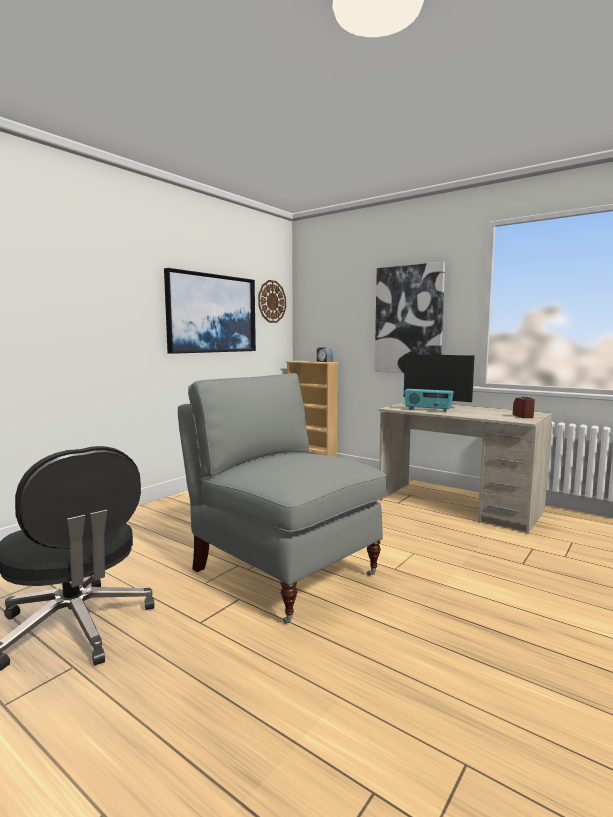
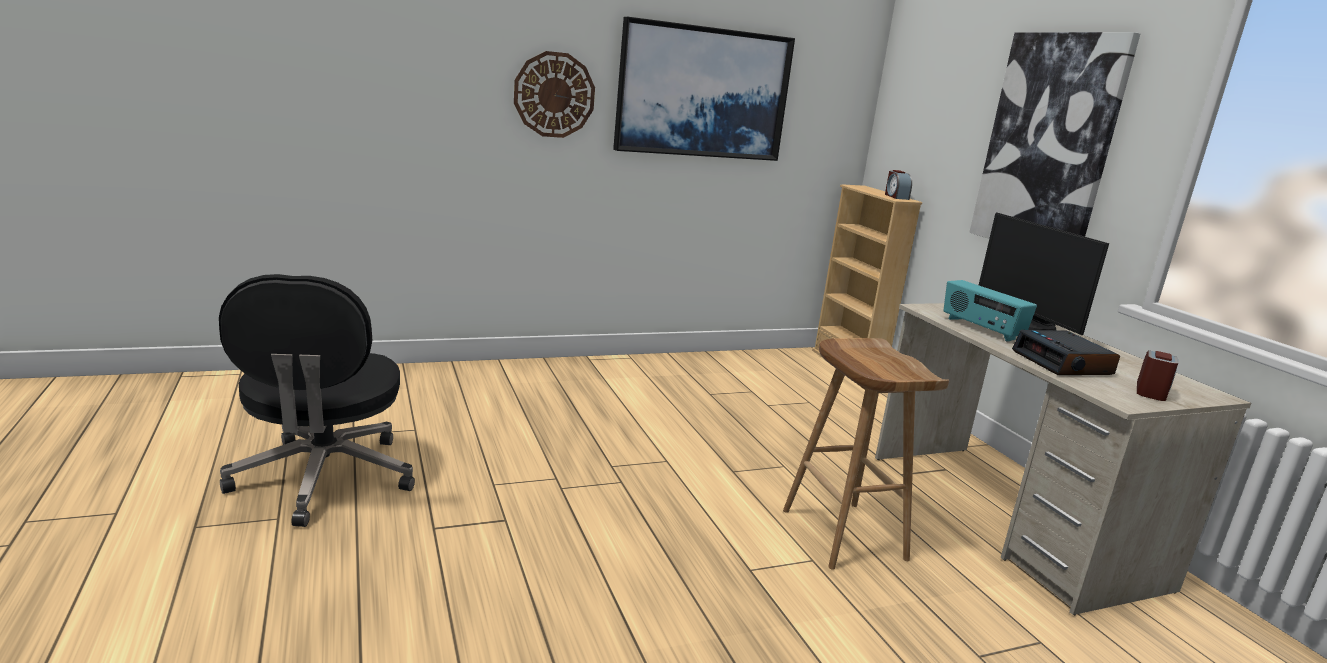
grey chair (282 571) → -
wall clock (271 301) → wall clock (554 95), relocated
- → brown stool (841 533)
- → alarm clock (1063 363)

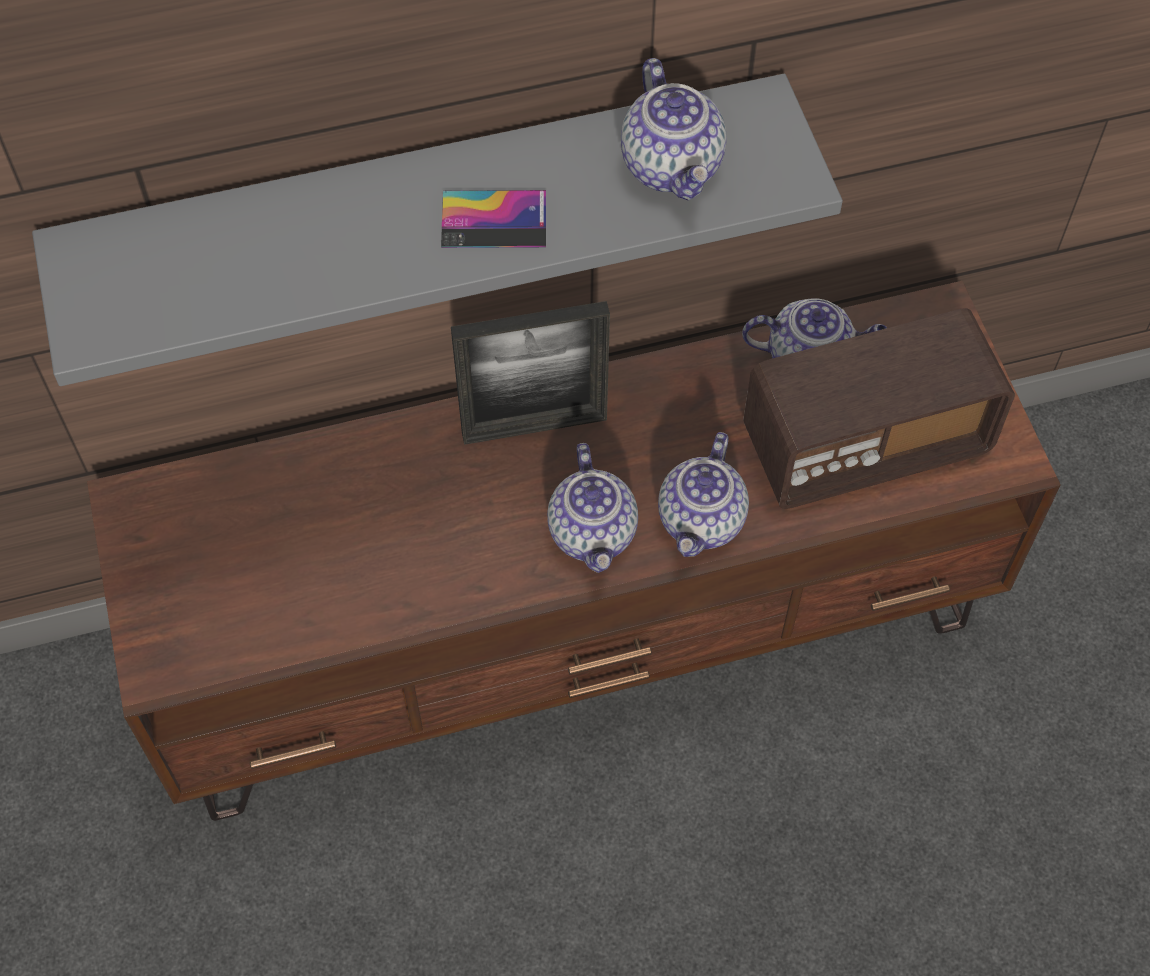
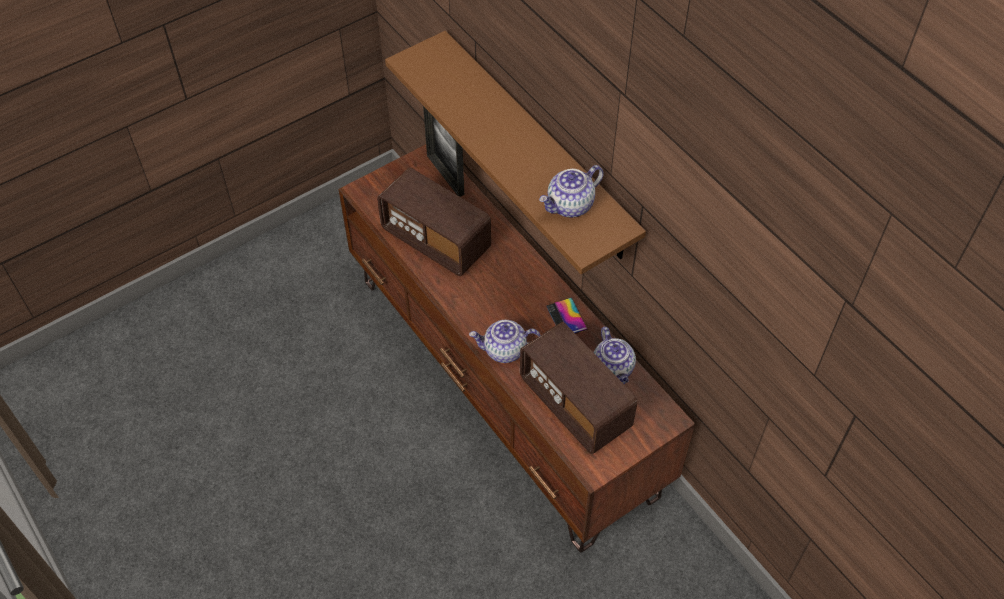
grey shelf (425 200) → brown shelf (538 147)
phone (494 220) → phone (566 318), relocated
picture frame (534 426) → picture frame (445 175), relocated
teapot (594 533) → -
- → radio (436 240)

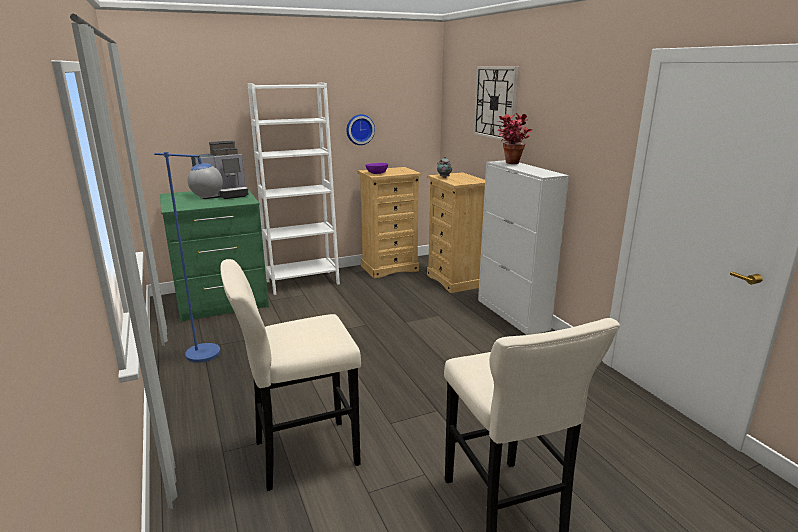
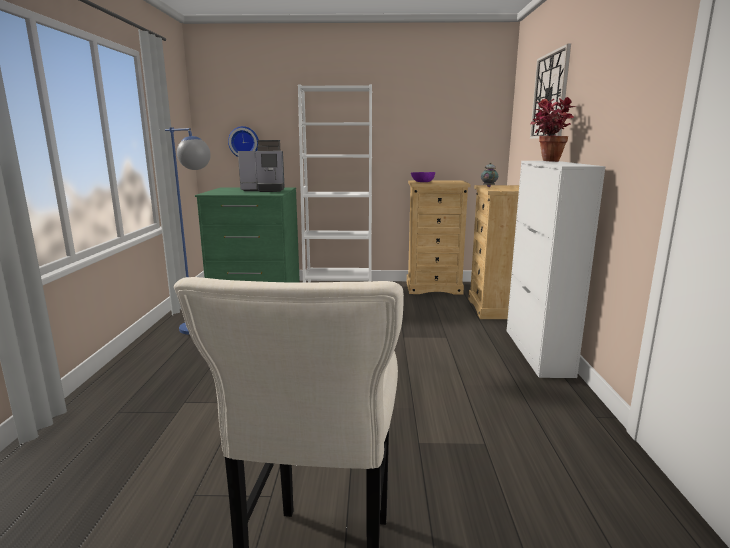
beige stool (300 454) → -
wall clock (359 129) → wall clock (244 142), relocated

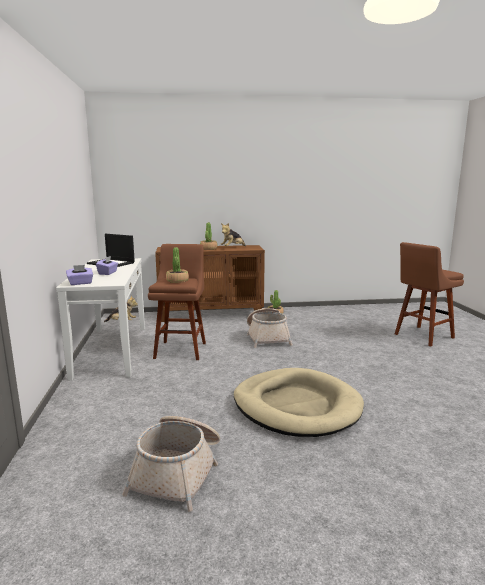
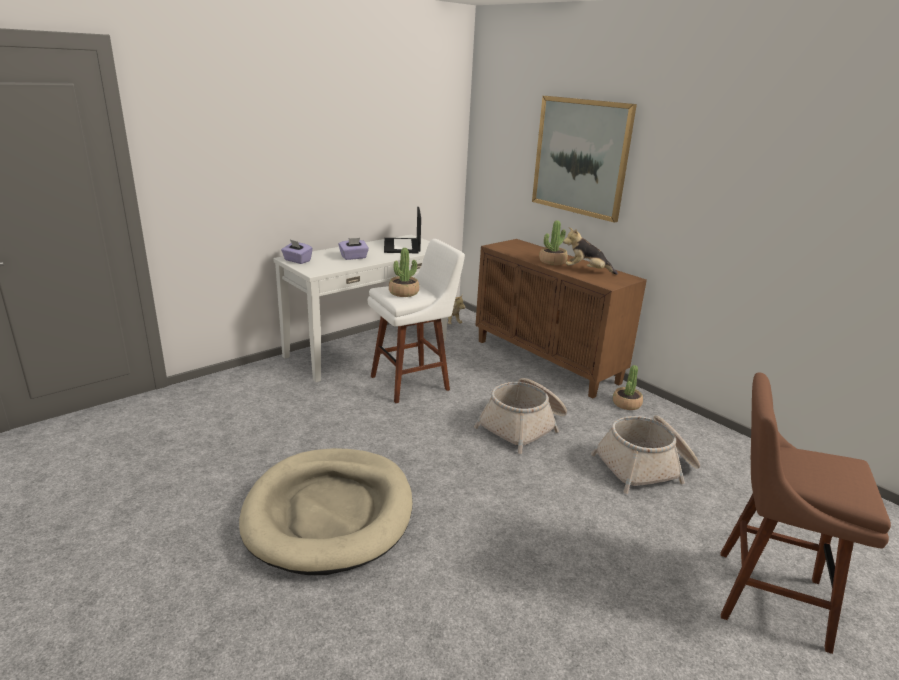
basket (178 471) → basket (646 467), relocated
brown stool (181 349) → white stool (413 382)
- → picture (581 157)

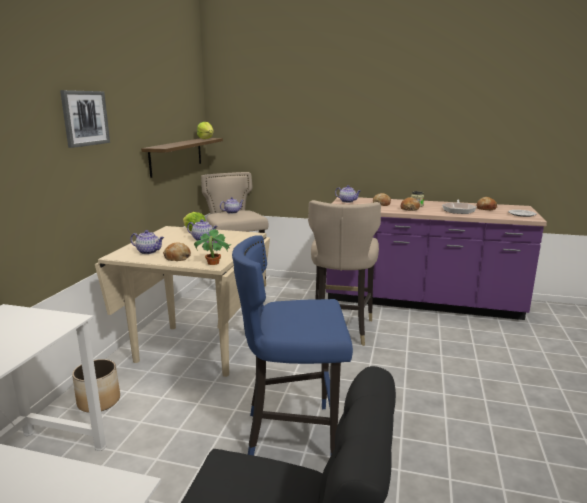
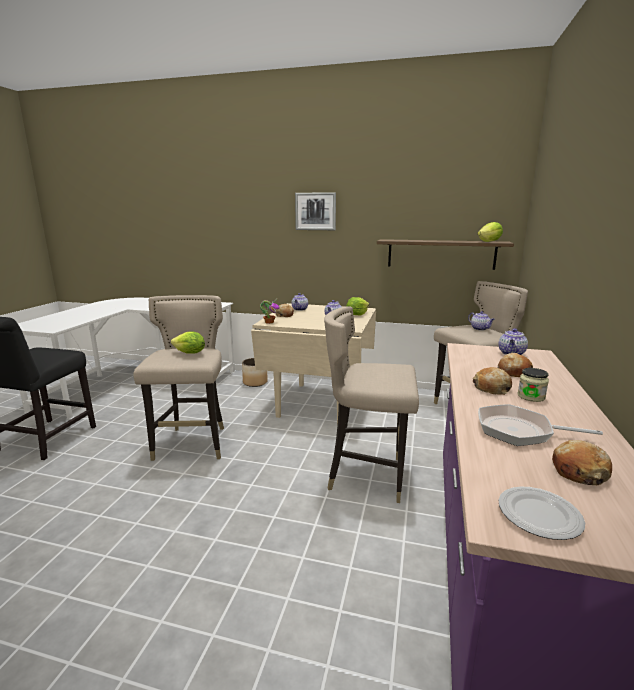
blue stool (293 434) → beige stool (193 444)
- → lettuce (190 353)

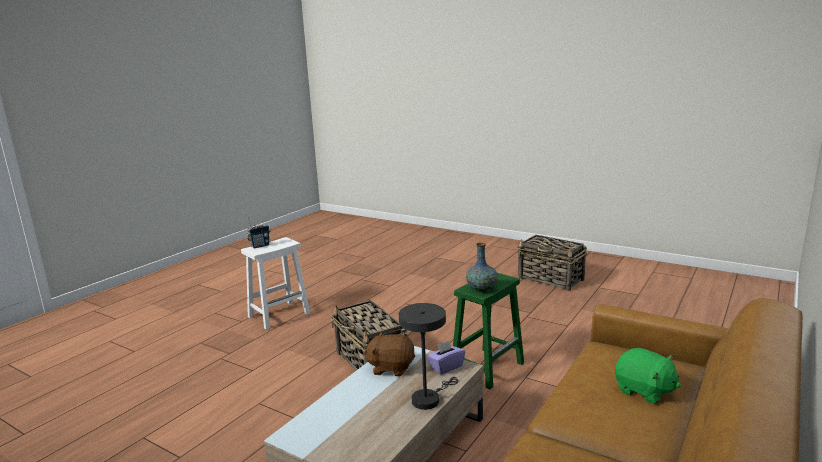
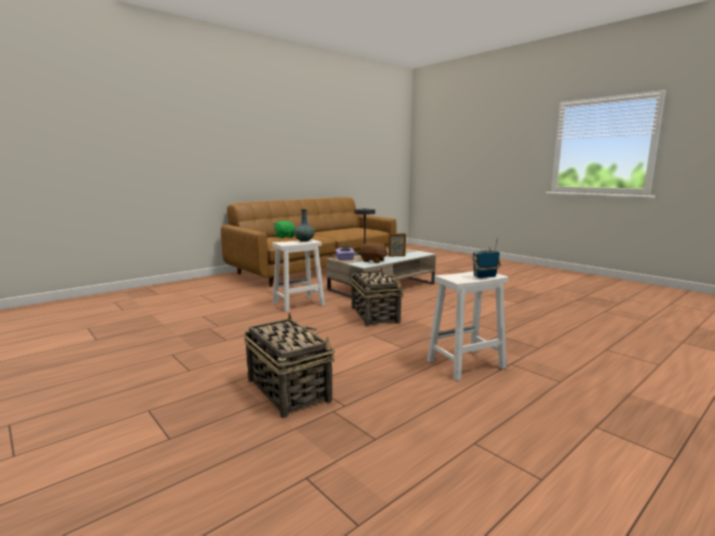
green stool (487 367) → white stool (298 304)
basket (551 279) → basket (288 389), relocated
- → picture frame (397 256)

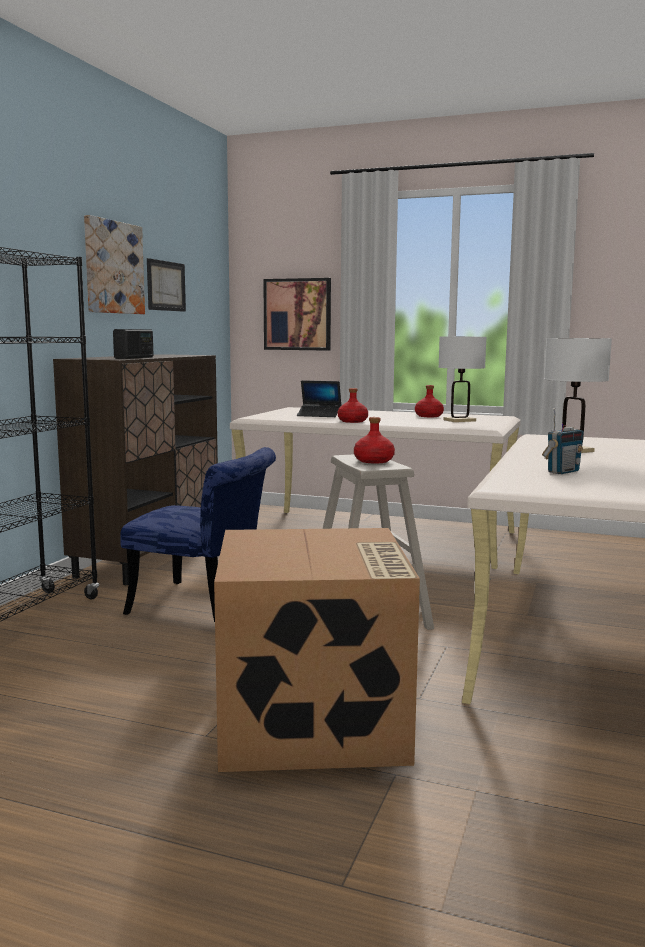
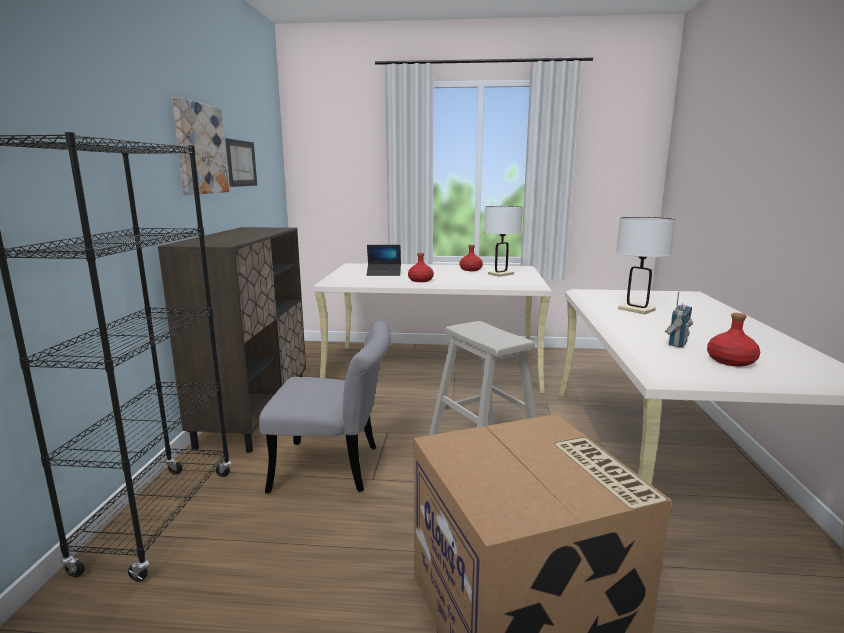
radio (134 358) → -
blue chair (205 605) → grey chair (336 468)
picture (297 314) → -
red bottle (373 461) → red bottle (730 361), relocated

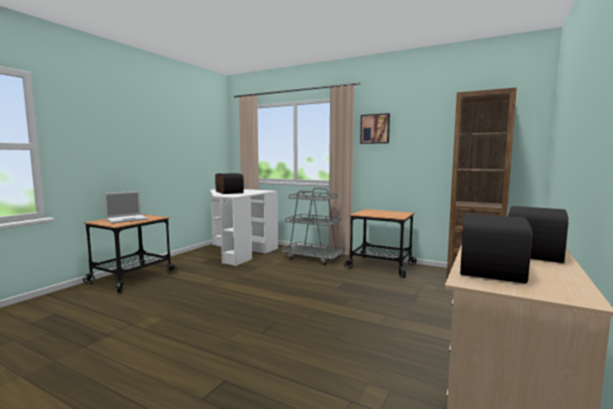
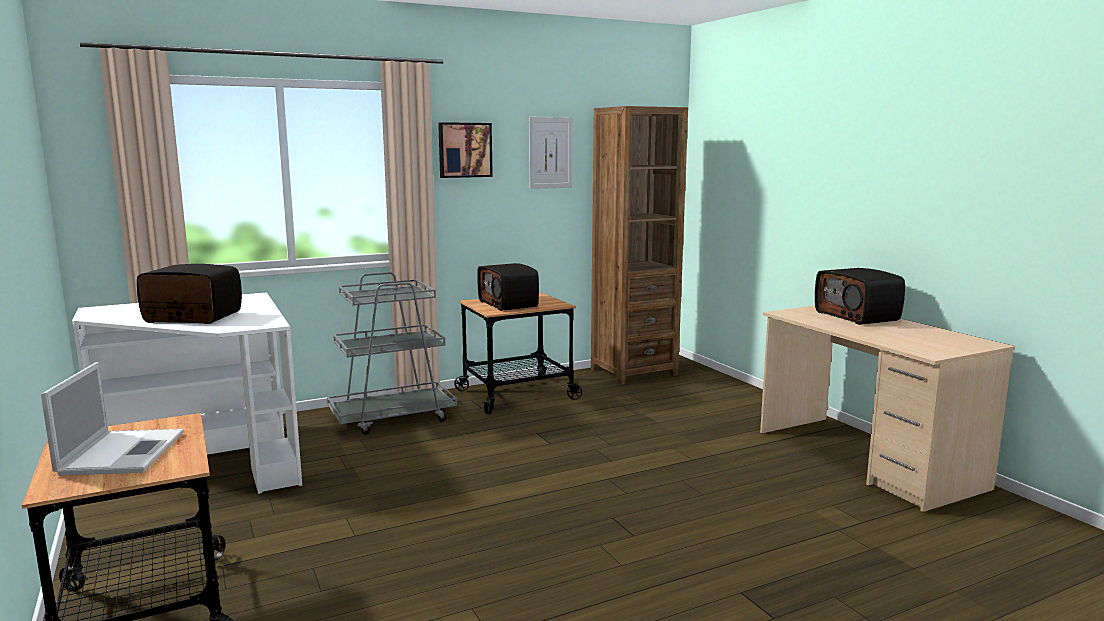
radio (493 269) → radio (509 304), relocated
- → picture (550 153)

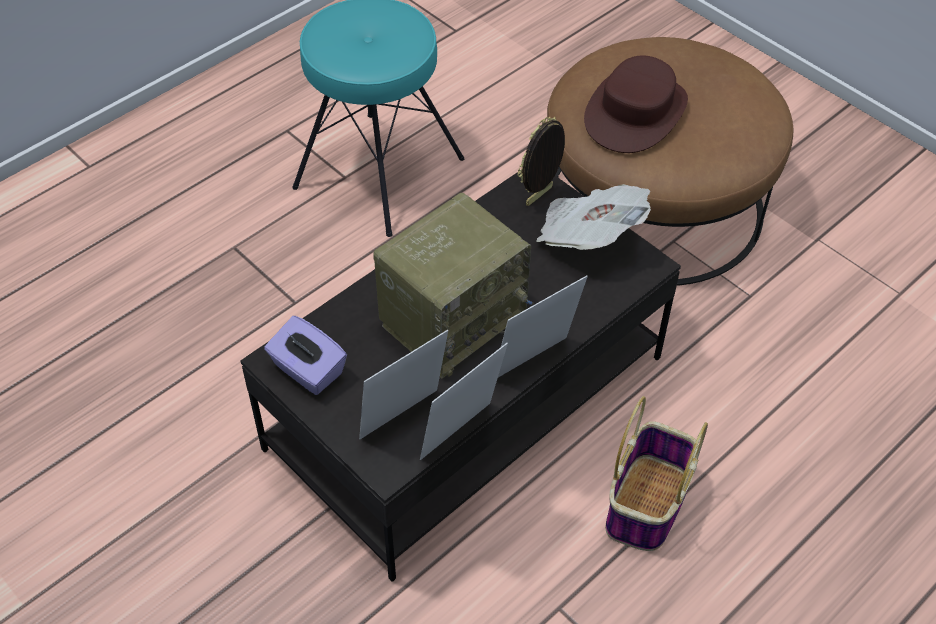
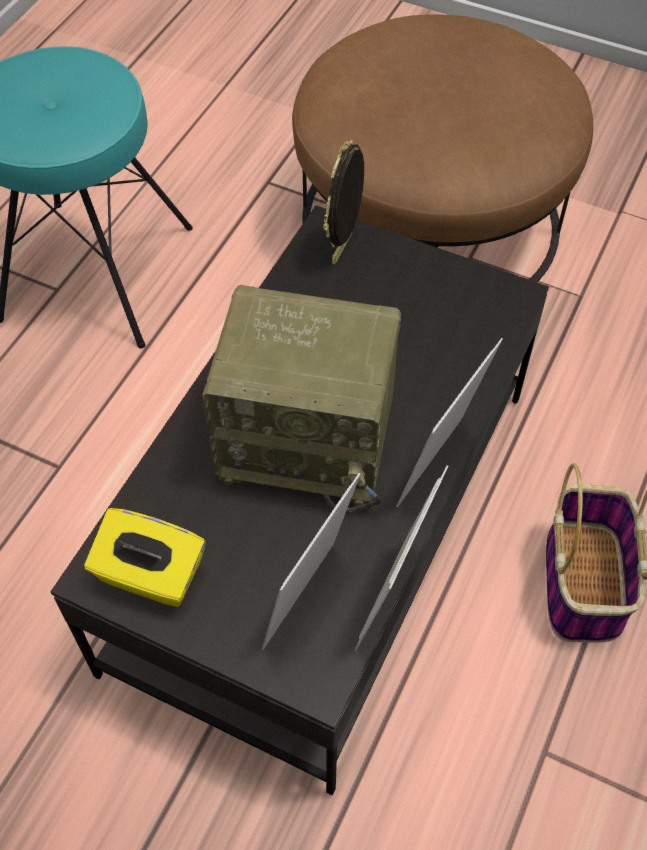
purple tissue box (307 371) → yellow tissue box (150 575)
radio (453 319) → radio (310 440), 75 degrees clockwise
newspaper (589 235) → -
brown hat (636 113) → -

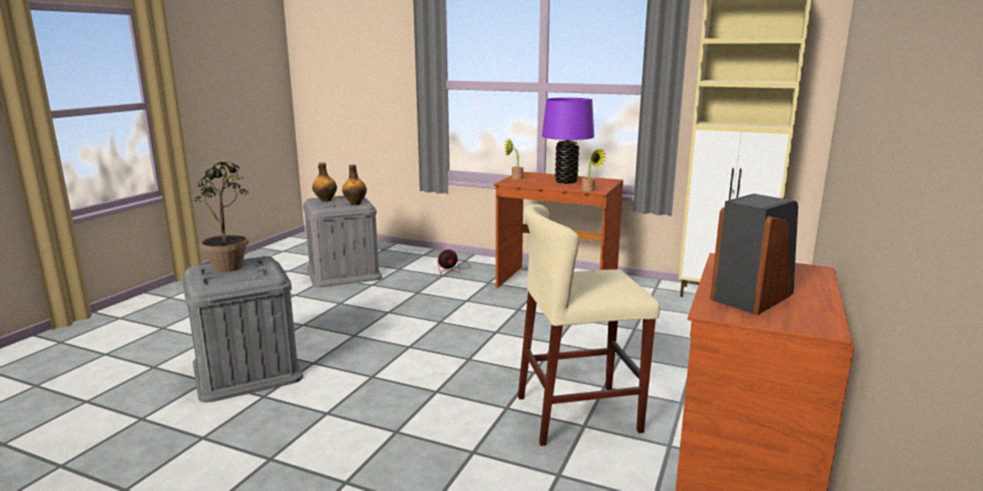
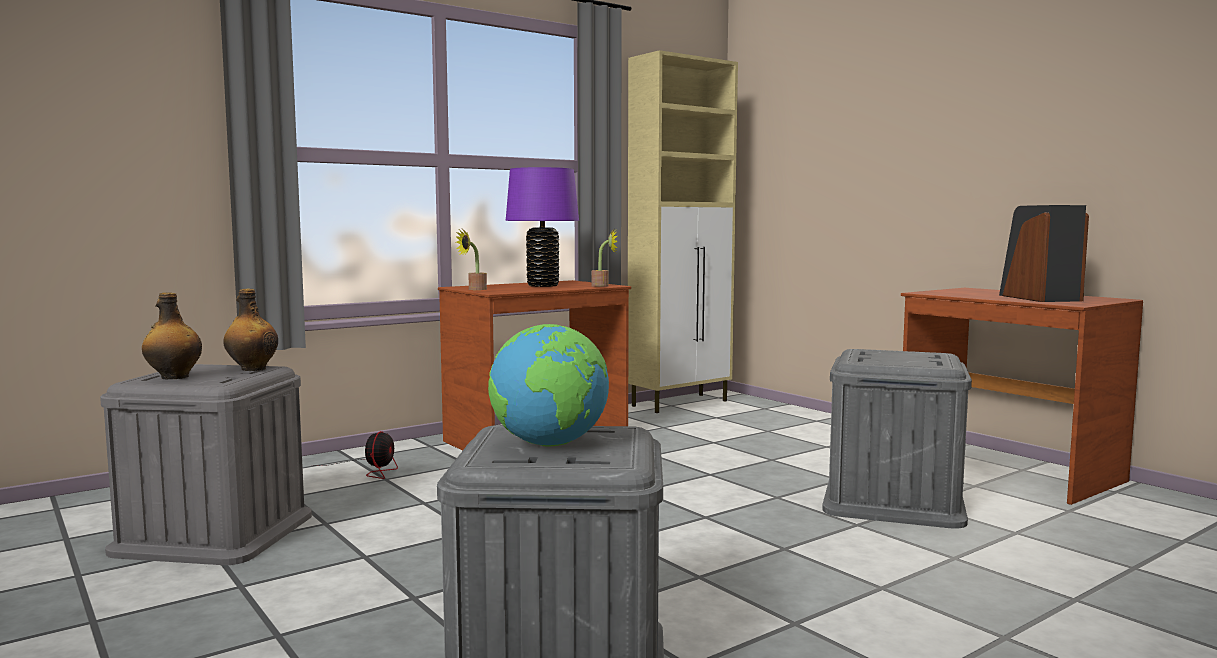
potted plant (231 270) → globe (550 444)
beige stool (578 414) → grey storage box (893 500)

